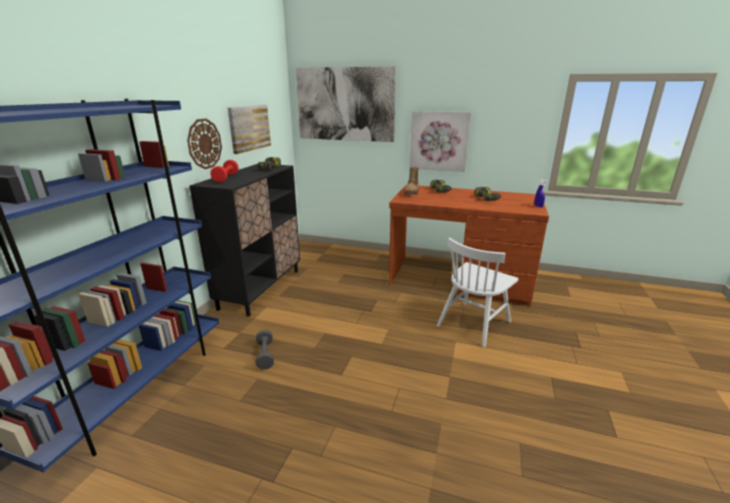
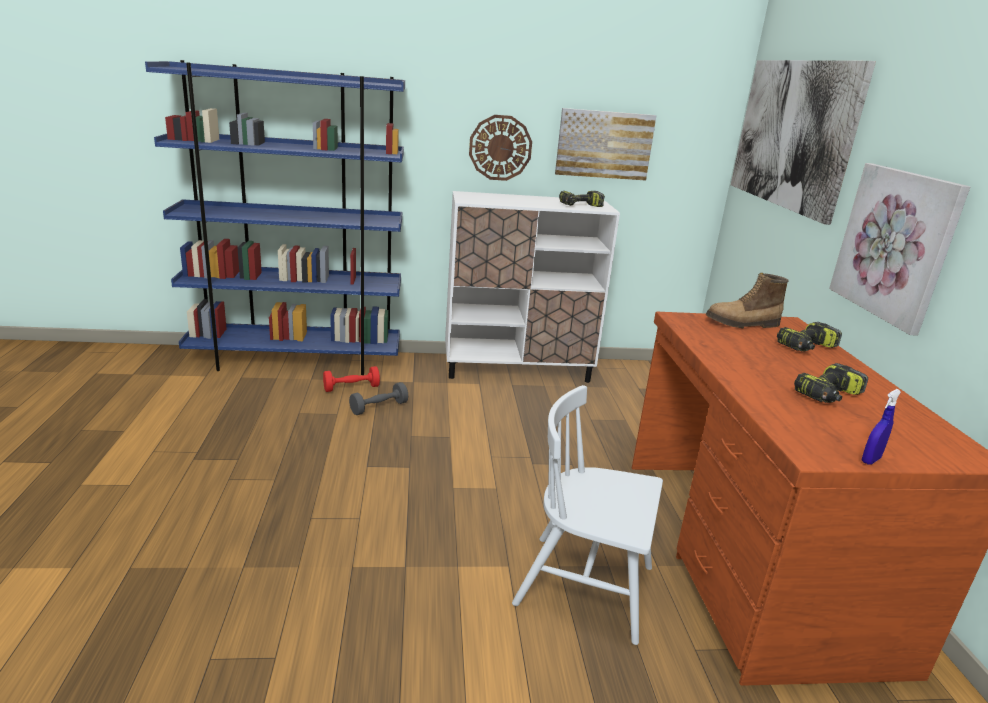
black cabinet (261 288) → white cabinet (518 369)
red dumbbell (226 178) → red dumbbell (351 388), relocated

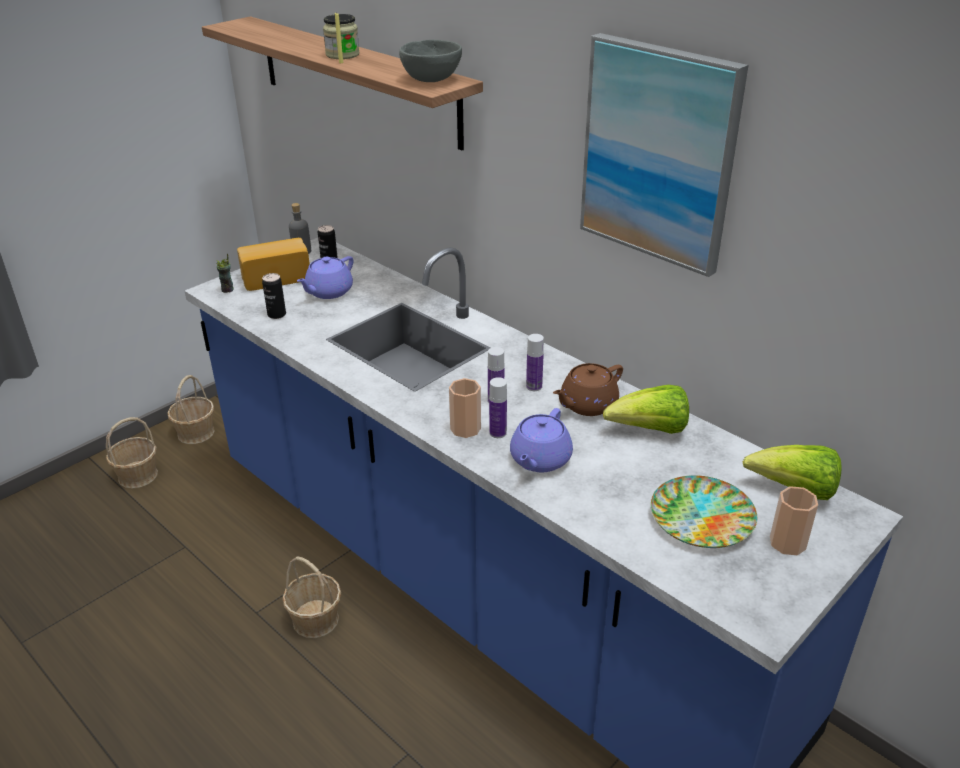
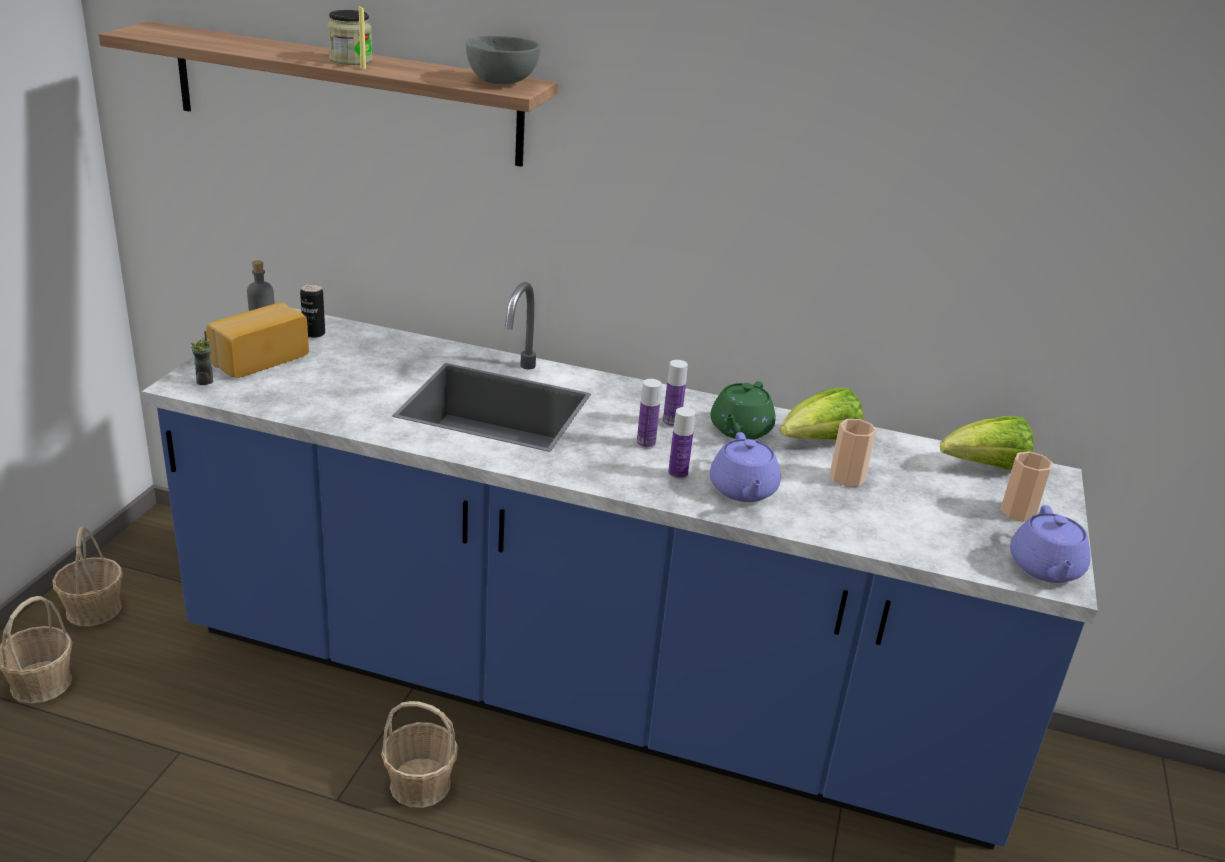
can (276 314) → -
purple teapot (328 292) → purple teapot (1045 568), relocated
cup (465 428) → cup (847 477), relocated
brown teapot (587 405) → green teapot (740 430)
picture (659 154) → -
plate (701 517) → -

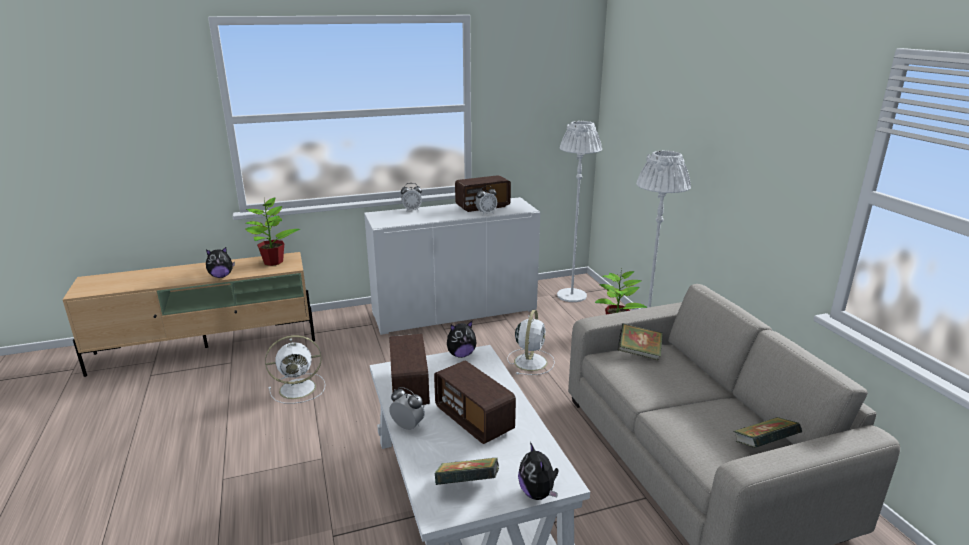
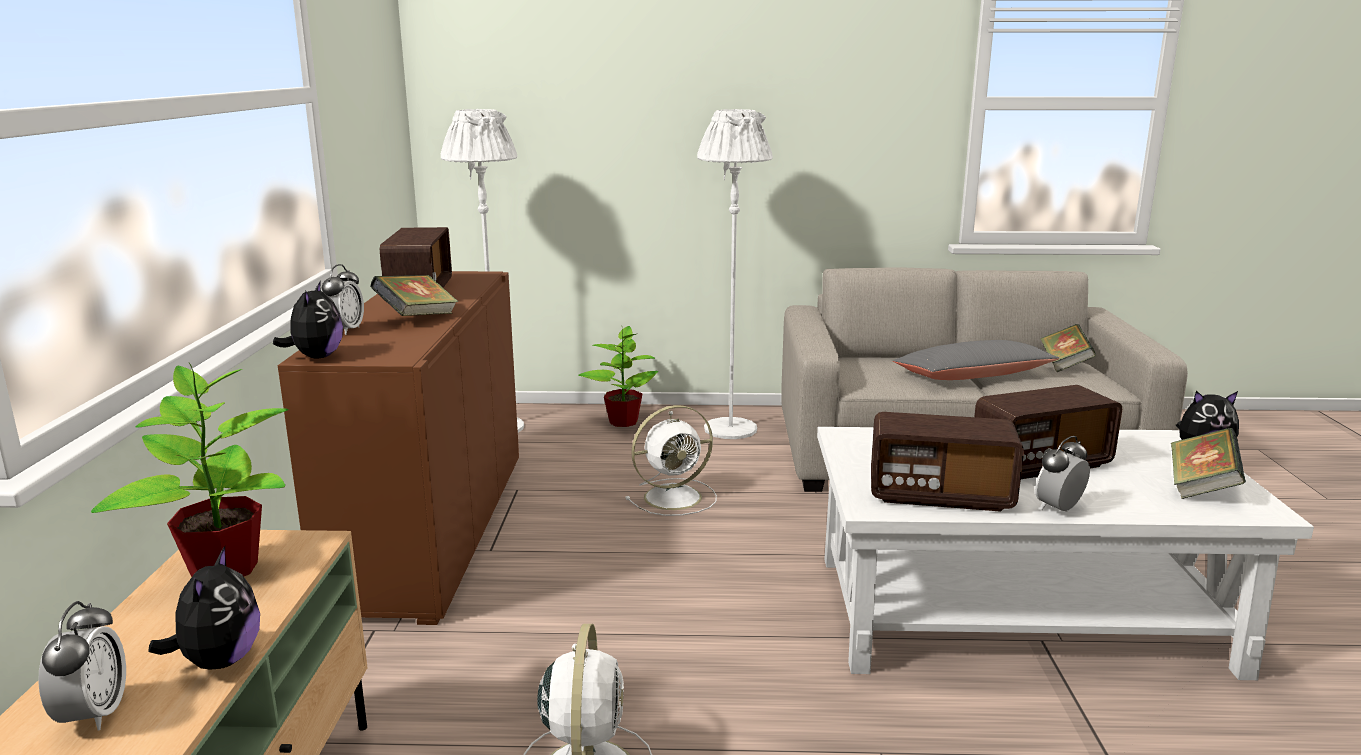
white cabinet (454 312) → brown cabinet (433 529)
plush toy (461 355) → plush toy (316 357), relocated
alarm clock (486 213) → alarm clock (93 715), relocated
white fan (530 361) → white fan (675 497), 120 degrees clockwise
book (639 353) → book (417 318), relocated
- → grey pillow (973 376)

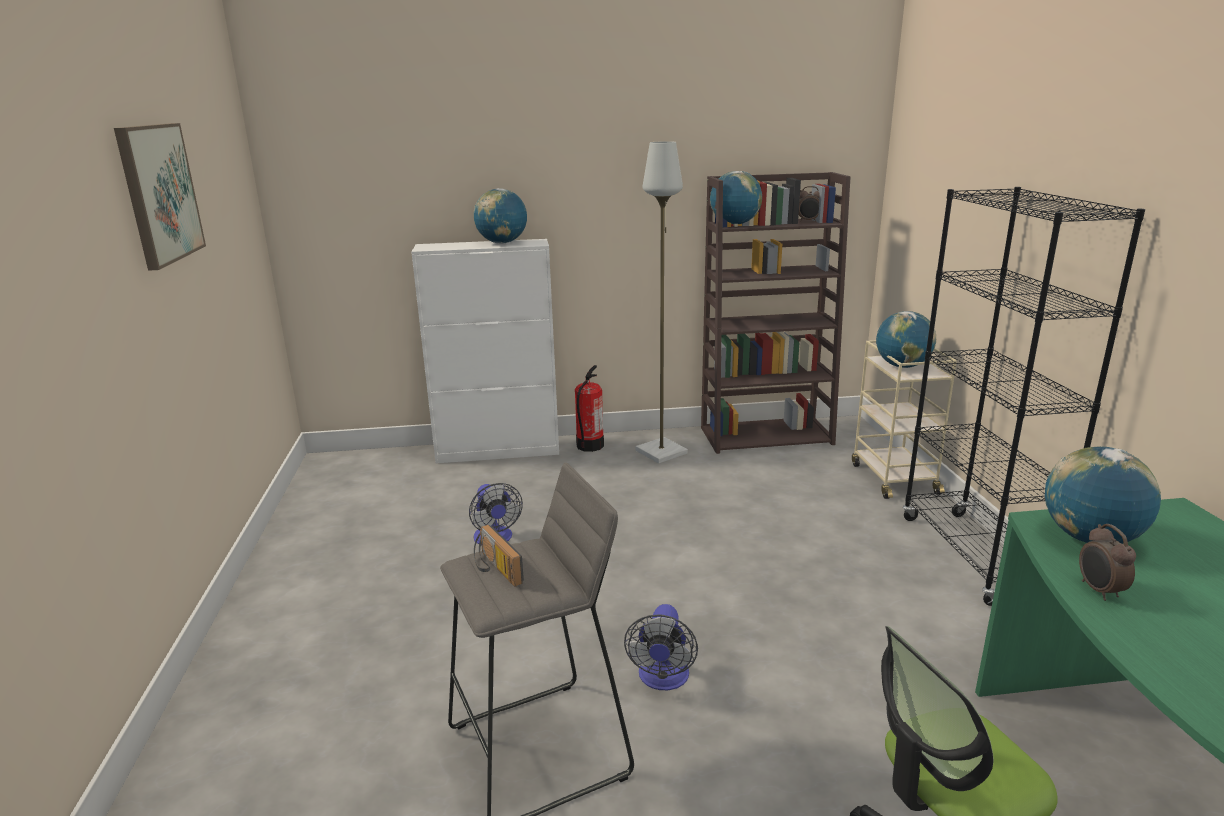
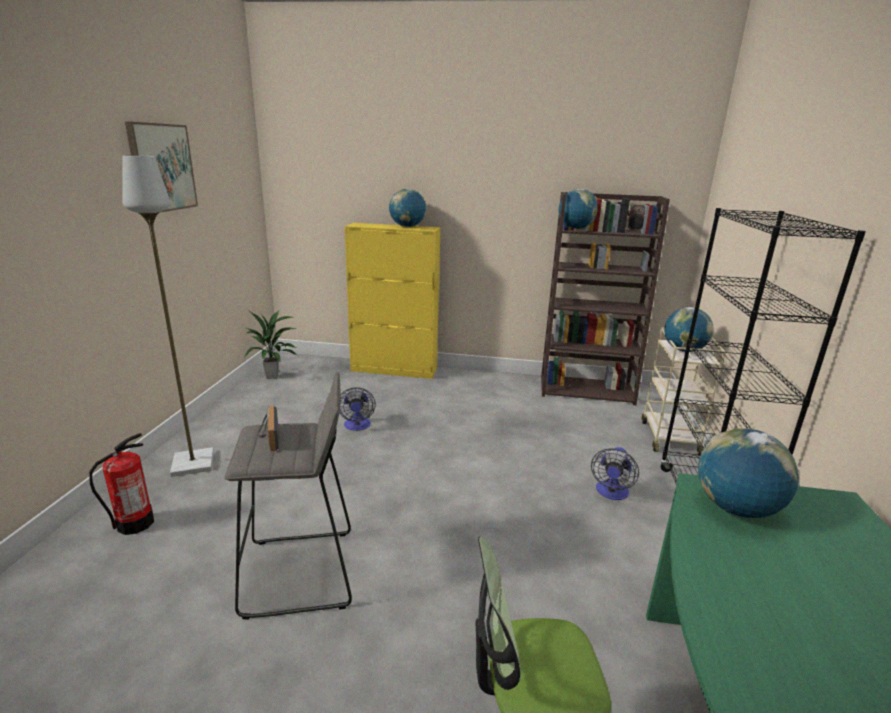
white cabinet (498 451) → yellow cabinet (394 370)
fire extinguisher (589 446) → fire extinguisher (135 523), relocated
fan (663 679) → fan (611 493), relocated
grey floor lamp (662 452) → grey floor lamp (194 463), relocated
alarm clock (1099 591) → -
- → potted plant (273 376)

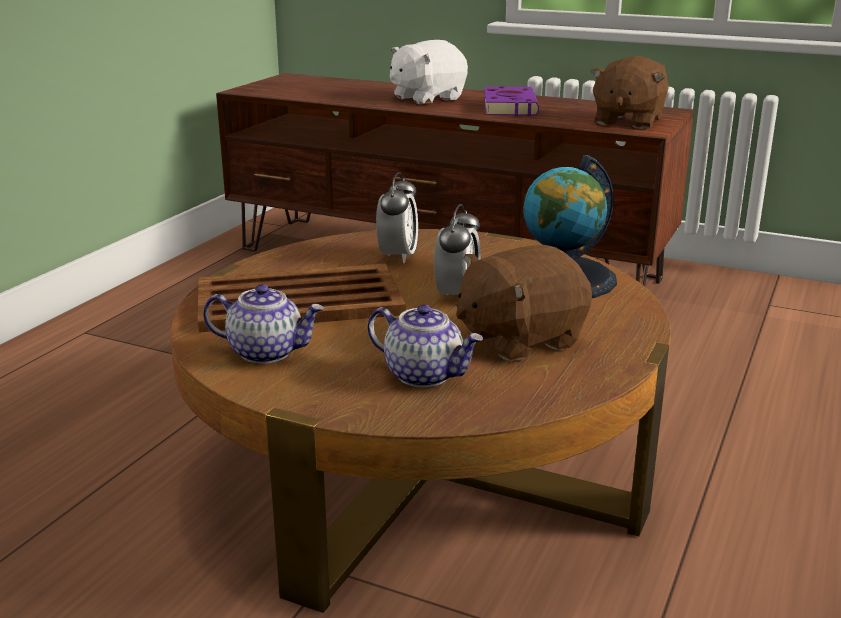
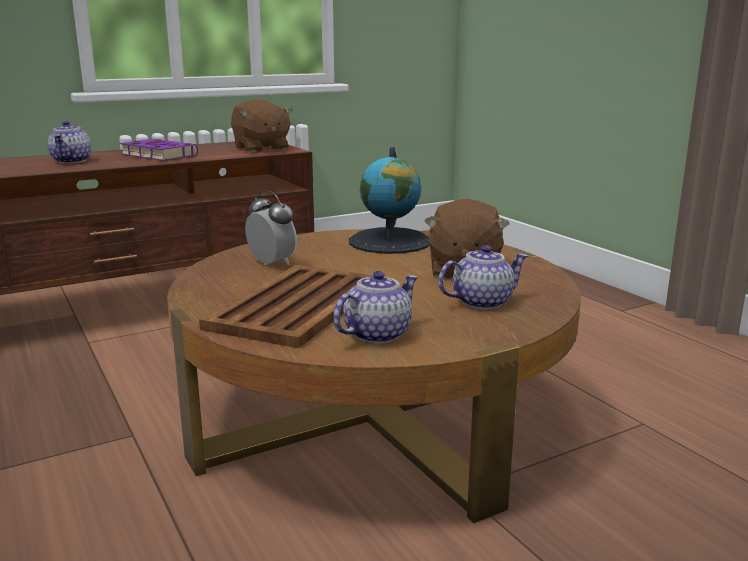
white plush toy (426 98) → teapot (72 161)
alarm clock (457 296) → -

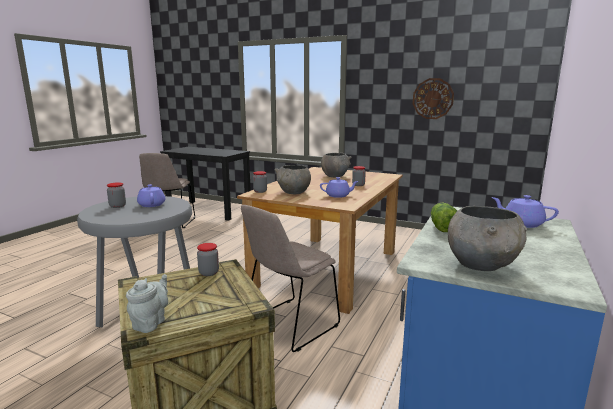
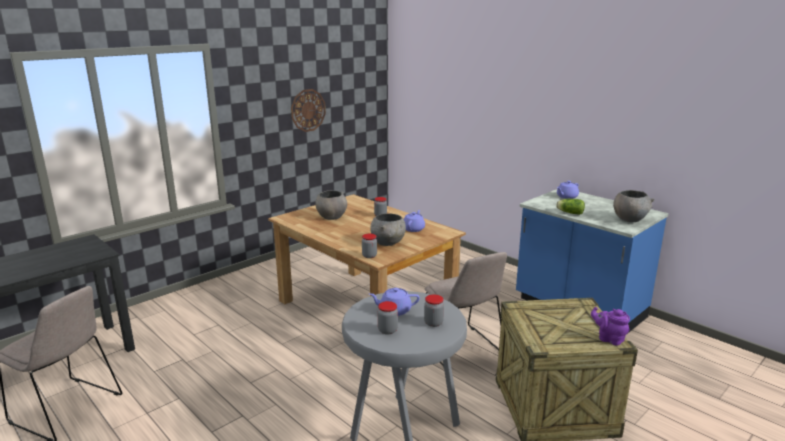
grey teapot (151 322) → purple teapot (609 339)
jar (208 273) → jar (433 323), relocated

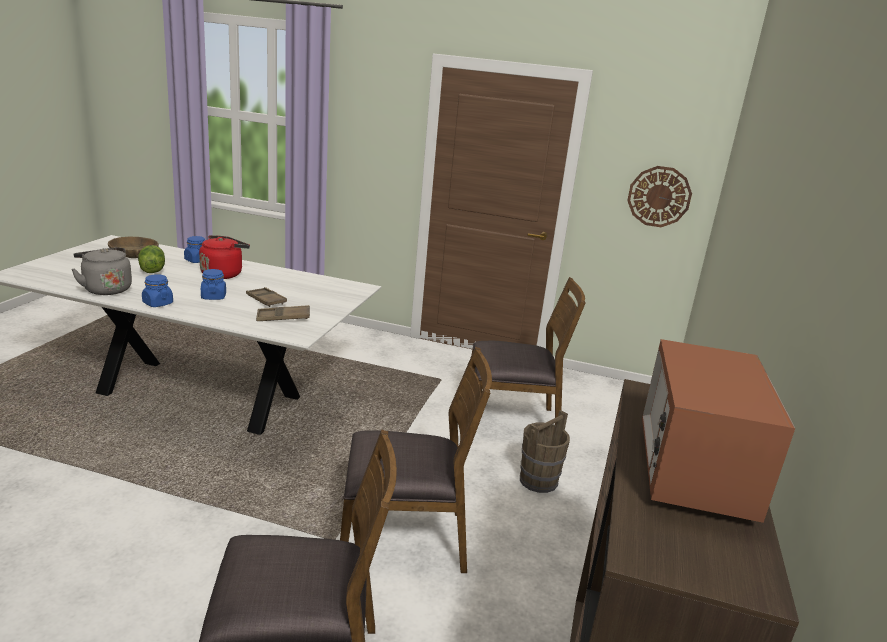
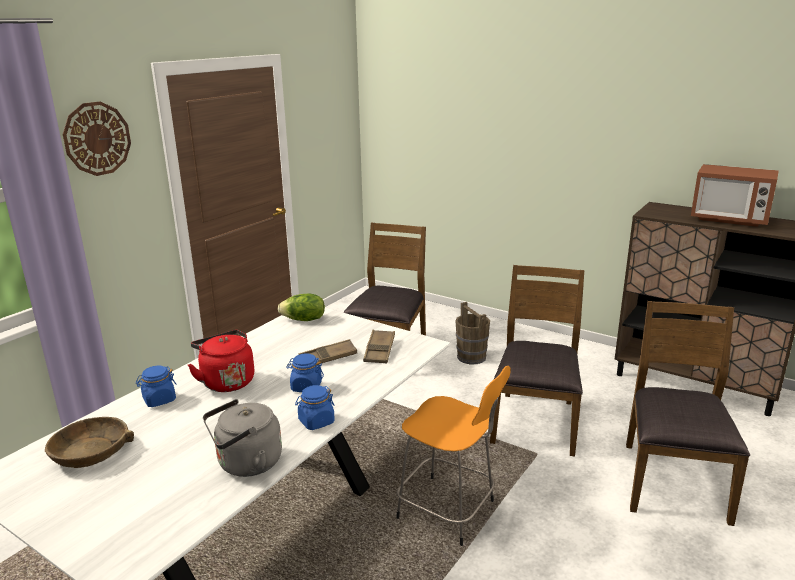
lettuce (152 270) → lettuce (304 320), relocated
wall clock (659 196) → wall clock (97 138), relocated
- → orange stool (449 512)

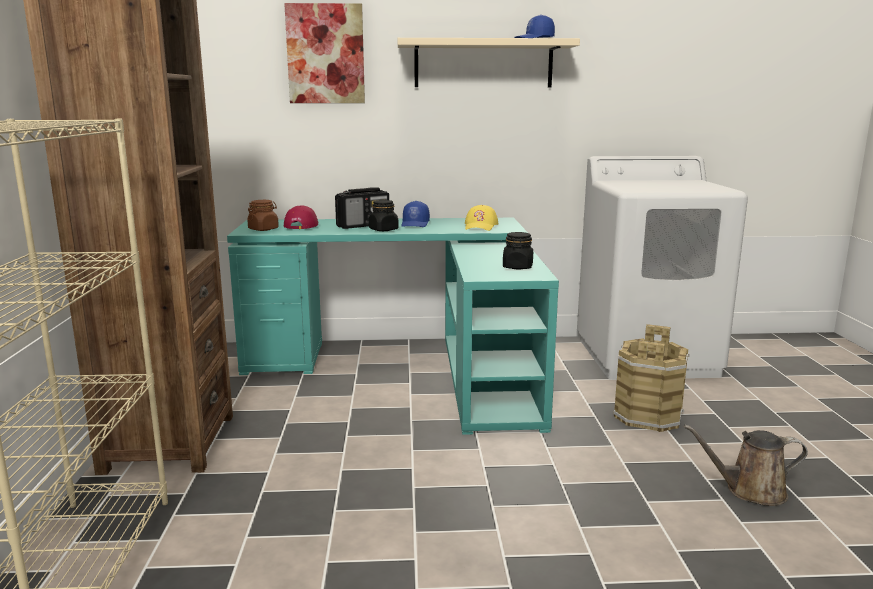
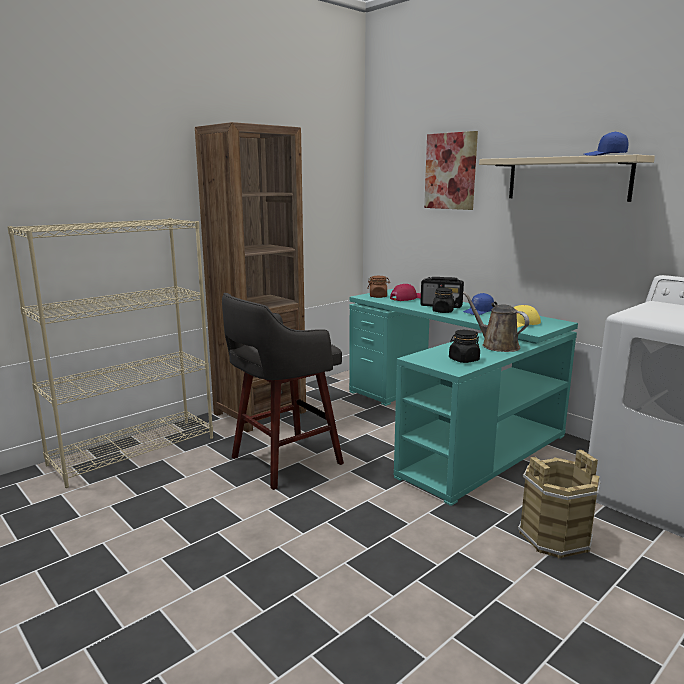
brown watering can (750 491) → brown watering can (497 346), relocated
- → grey stool (283 461)

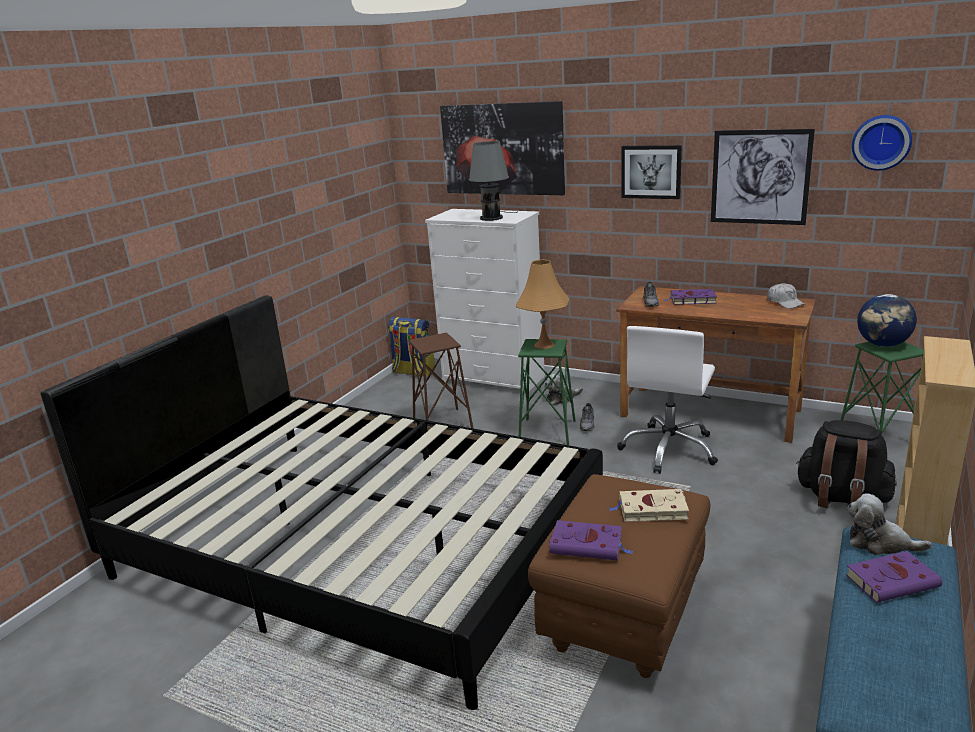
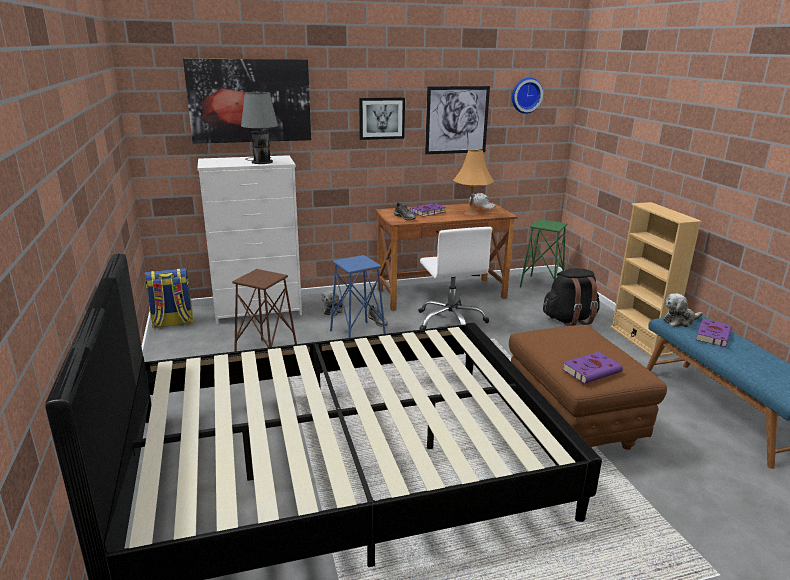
orange table lamp (544 345) → orange table lamp (471 213), relocated
green stool (547 432) → blue stool (358 334)
beige book (650 509) → -
globe (883 345) → -

